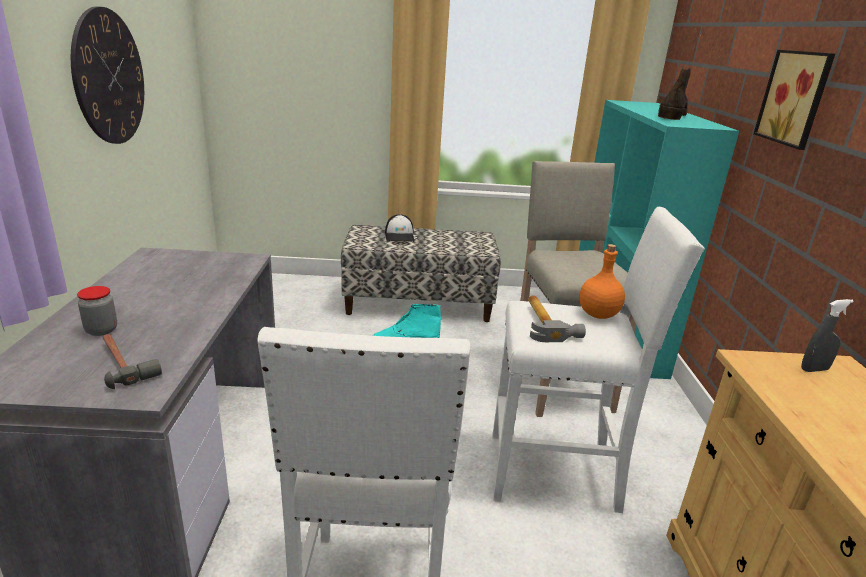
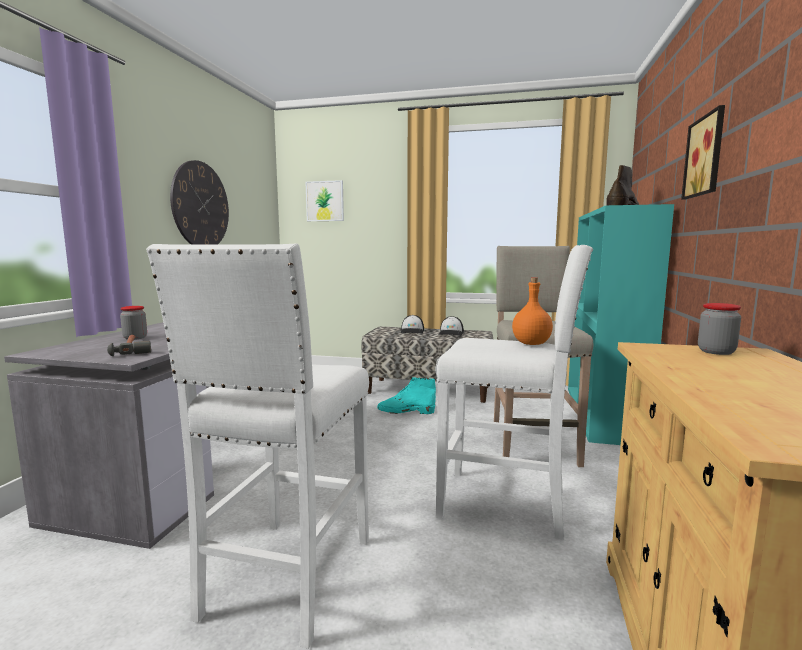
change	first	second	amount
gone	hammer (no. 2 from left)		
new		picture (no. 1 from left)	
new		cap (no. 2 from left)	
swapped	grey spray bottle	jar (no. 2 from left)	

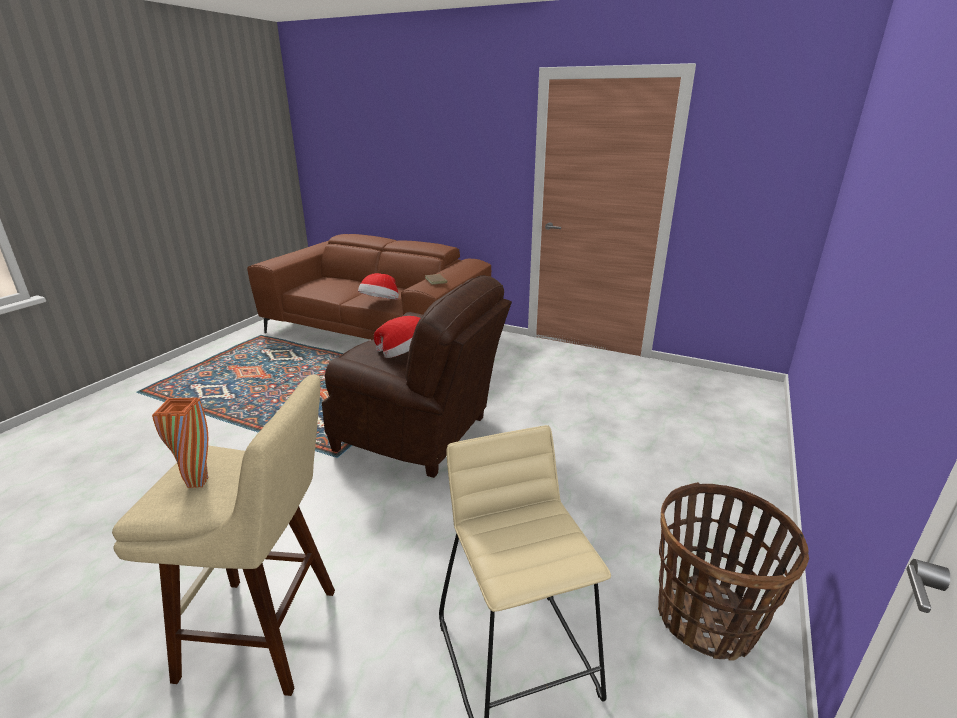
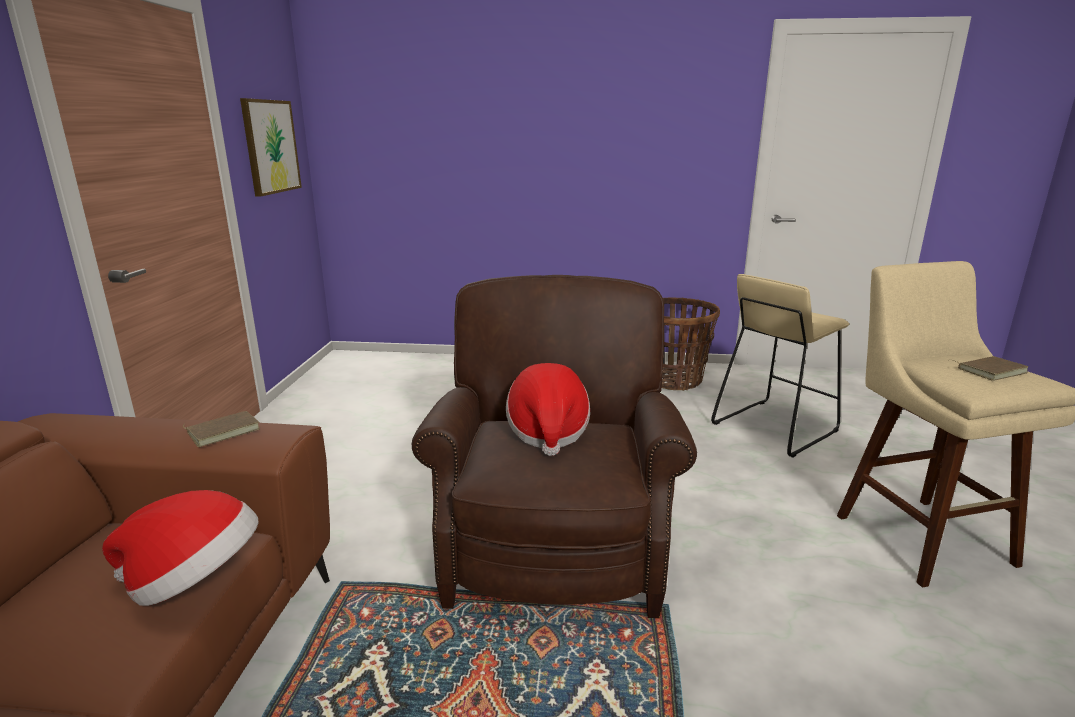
change	first	second	amount
new		picture	
swapped	orange vase	brown book (no. 2 from left)	

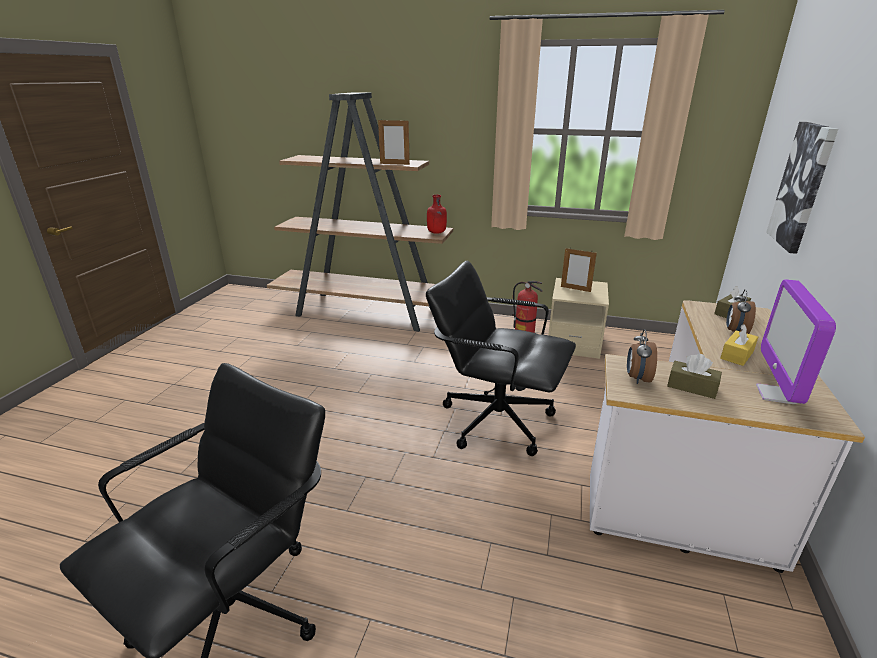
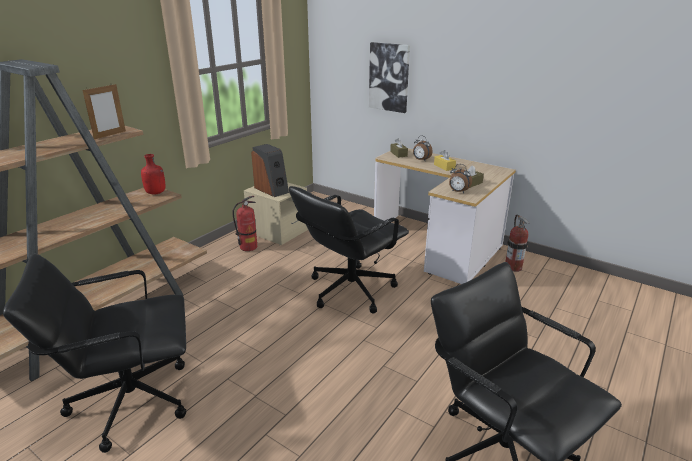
change	first	second	amount
gone	monitor		
new		black office chair (no. 1 from left)	
new		fire extinguisher (no. 2 from left)	
swapped	picture frame (no. 2 from left)	speaker	

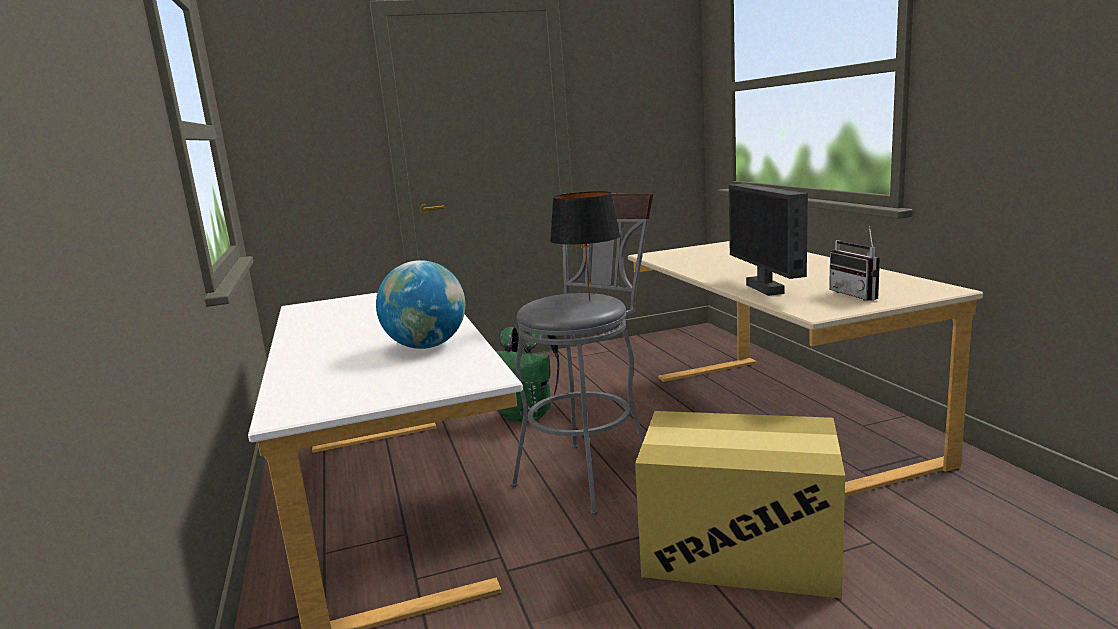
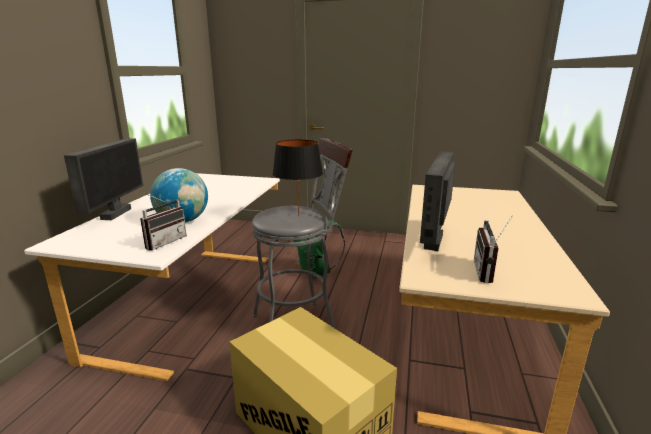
change	first	second	amount
new		monitor (no. 1 from left)	
new		radio (no. 1 from left)	

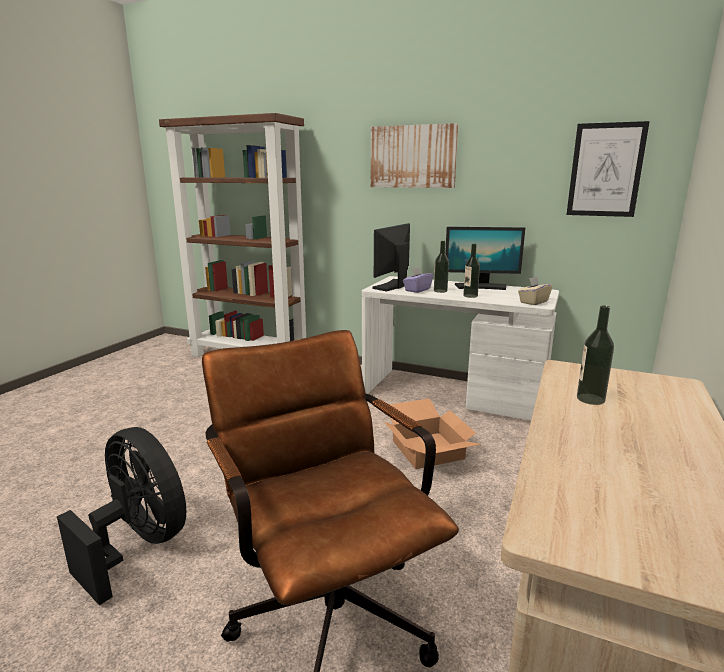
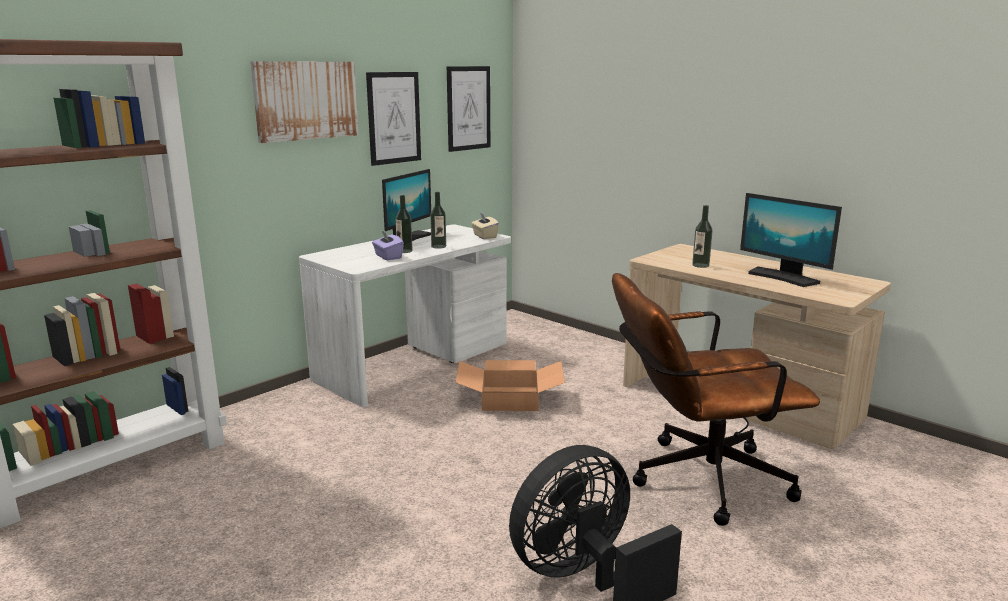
change	first	second	amount
new		picture (no. 2 from left)	
shifted	monitor (no. 1 from left in the first image)	monitor (no. 2 from left)	

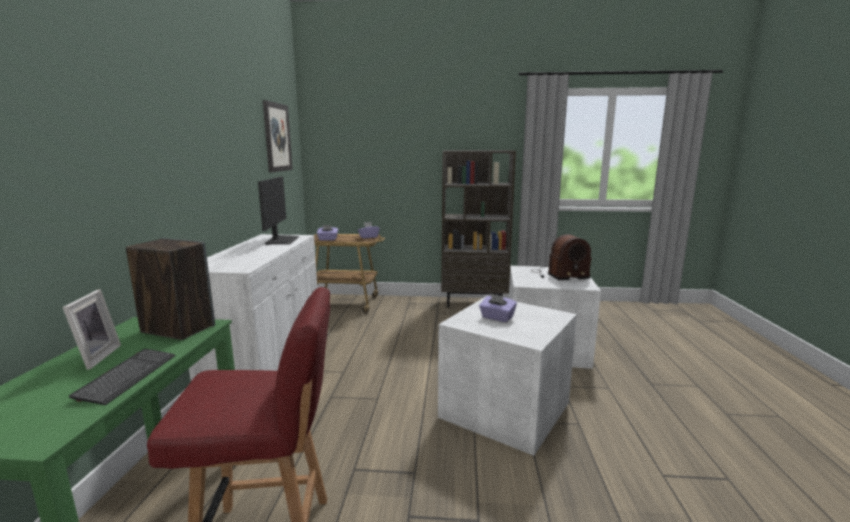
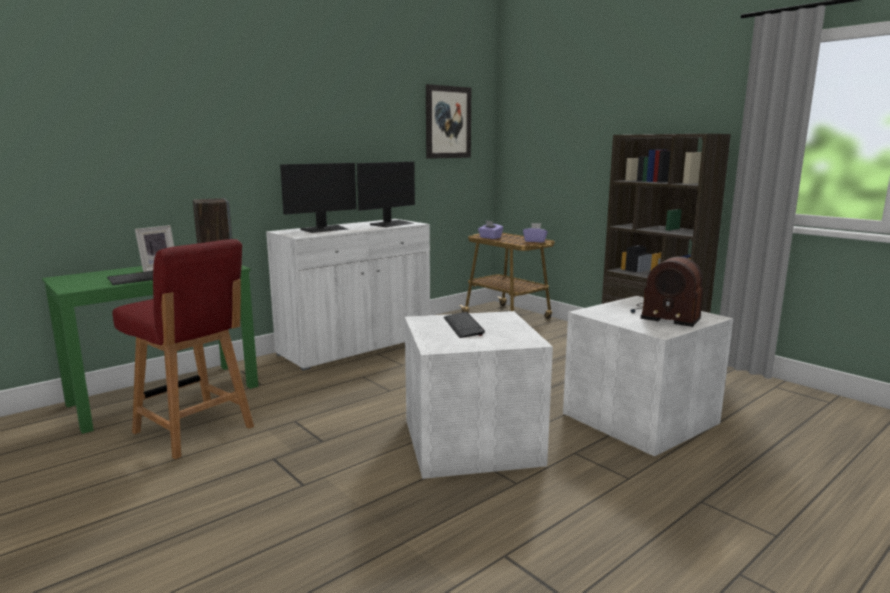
change	first	second	amount
new		monitor (no. 1 from left)	
swapped	purple tissue box (no. 3 from left)	keyboard (no. 2 from left)	

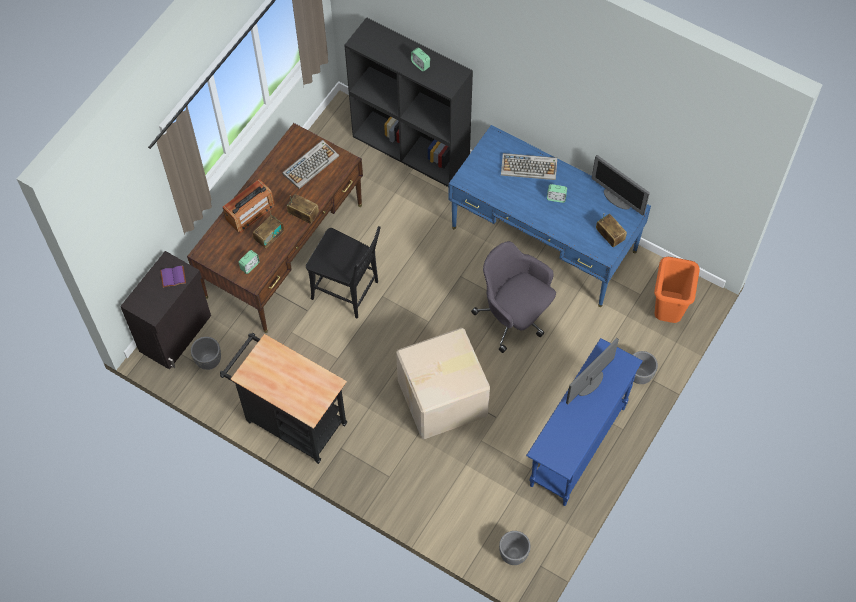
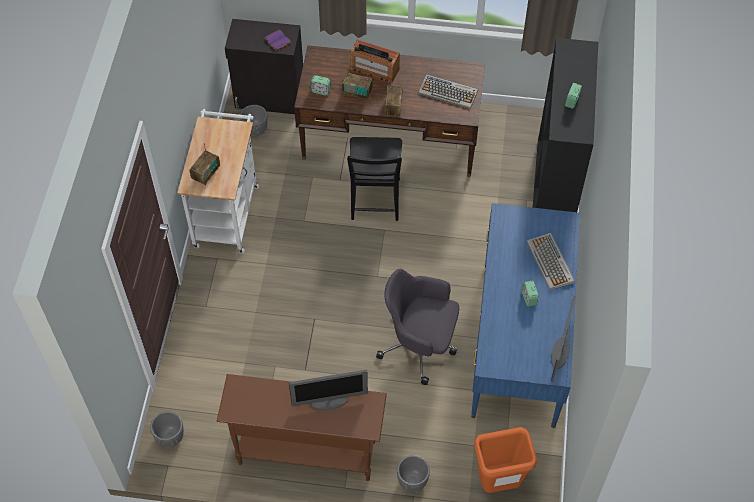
change	first	second	amount
gone	cardboard box		
shifted	radio (no. 4 from left in the first image)	radio (no. 1 from left)	
repainted	black cart	white cart	
repainted	blue console table	brown console table	
rotated	grey office chair		90 degrees counterclockwise
rotated	monitor (no. 1 from left)		150 degrees clockwise

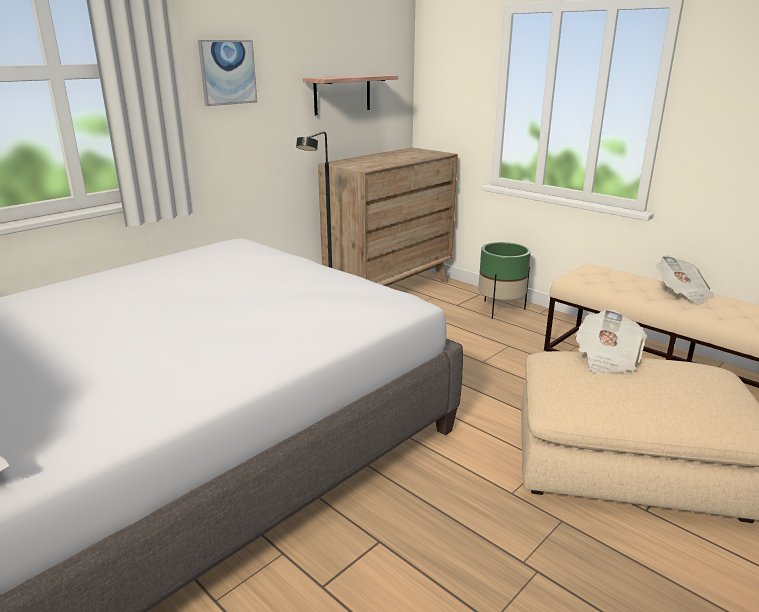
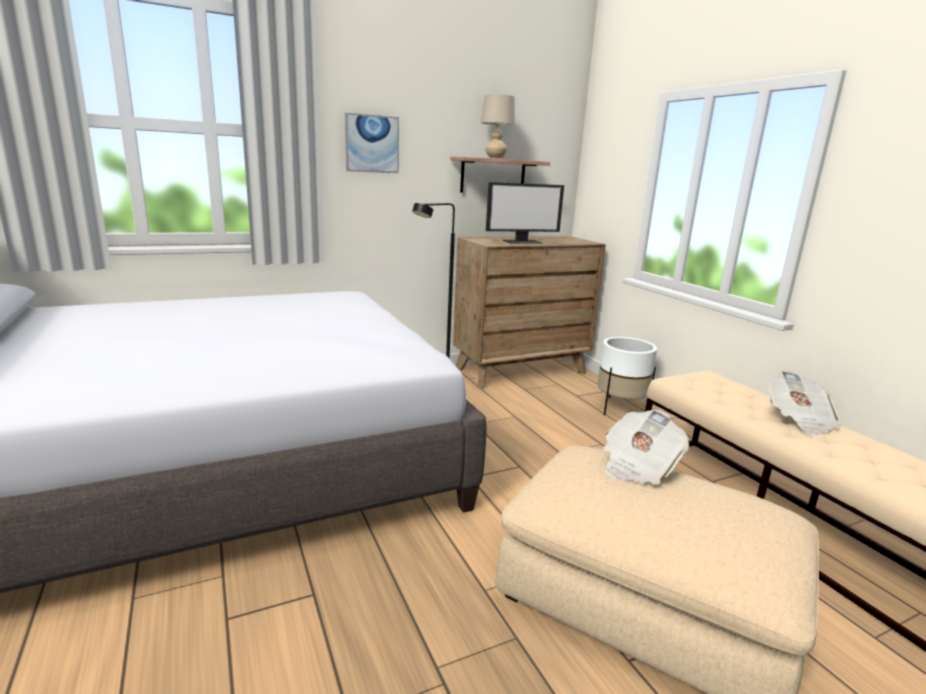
change	first	second	amount
new		beige table lamp	
new		monitor	
repainted	green planter	white planter	

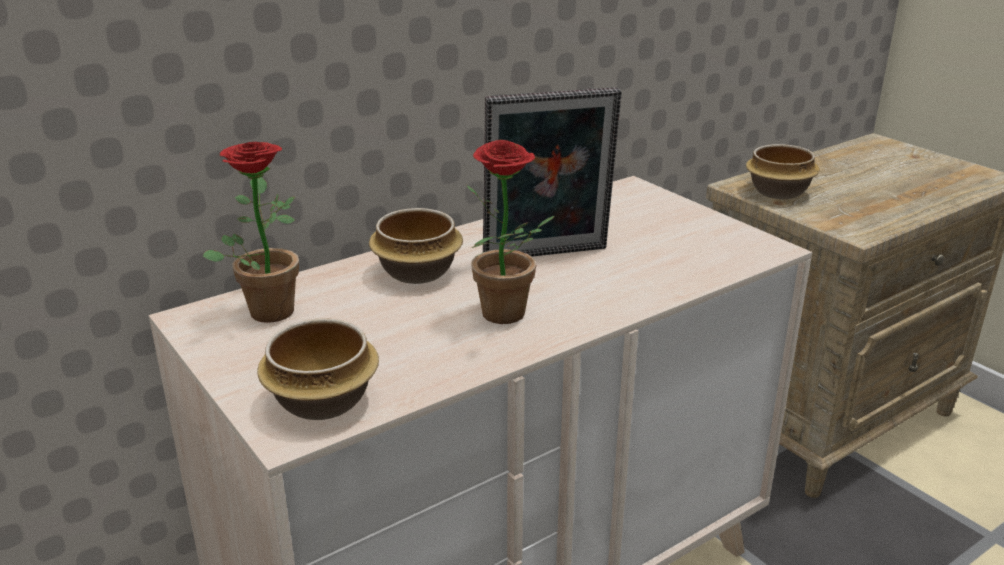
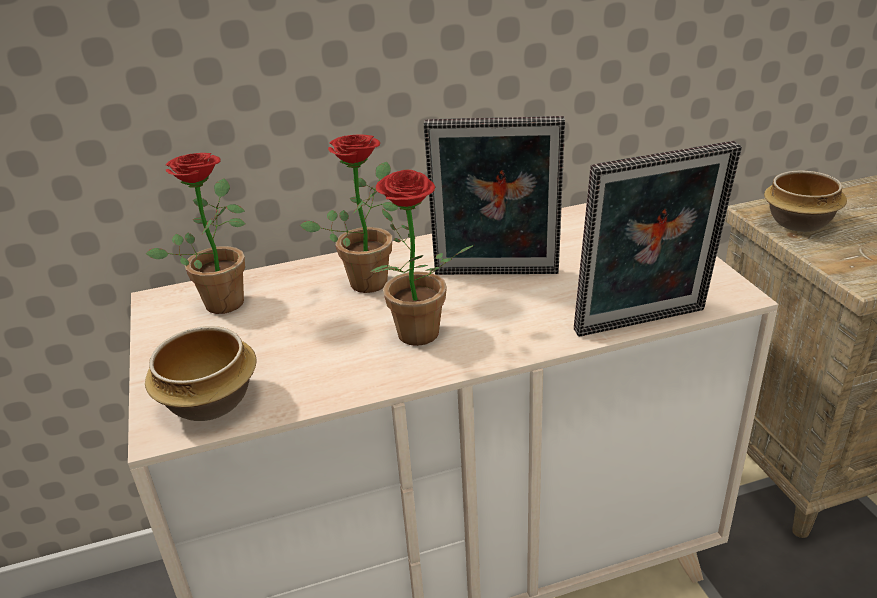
change	first	second	amount
new		picture frame (no. 2 from left)	
swapped	bowl (no. 2 from left)	potted plant (no. 2 from left)	

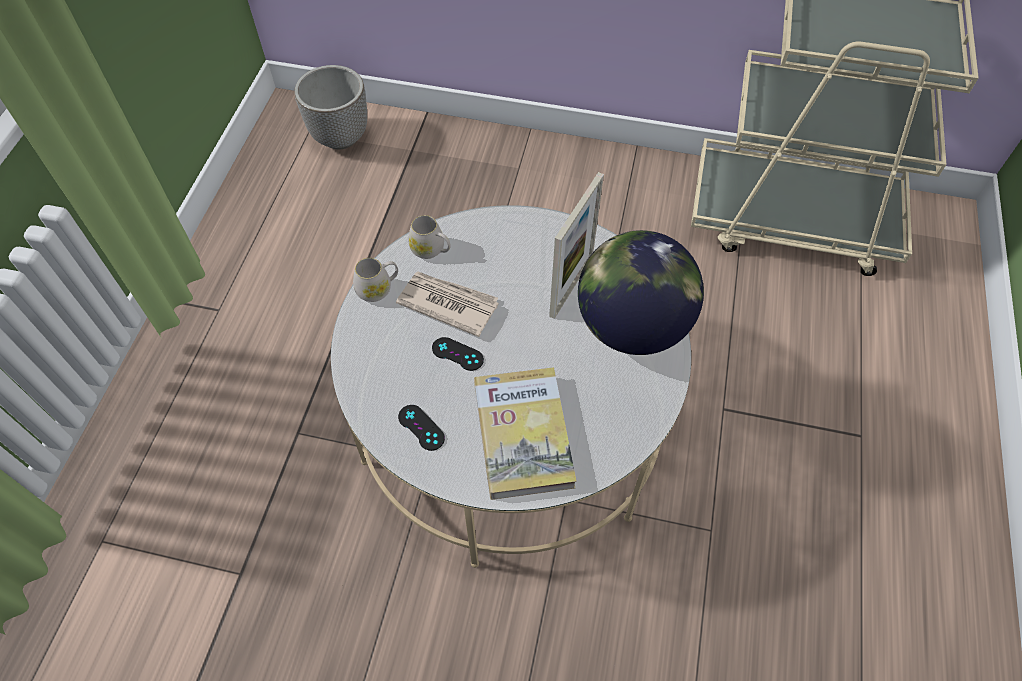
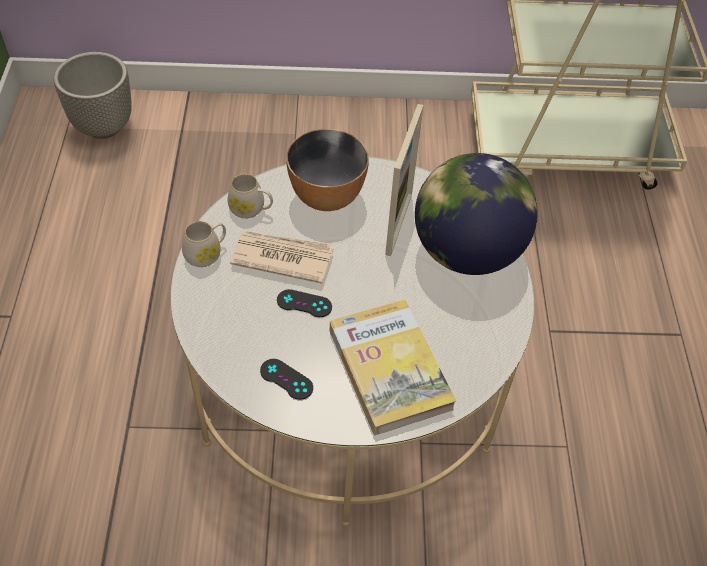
change	first	second	amount
new		bowl	

